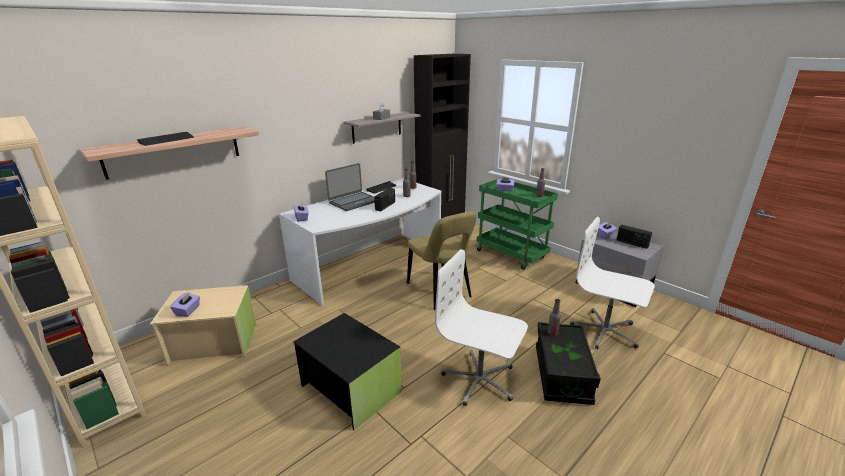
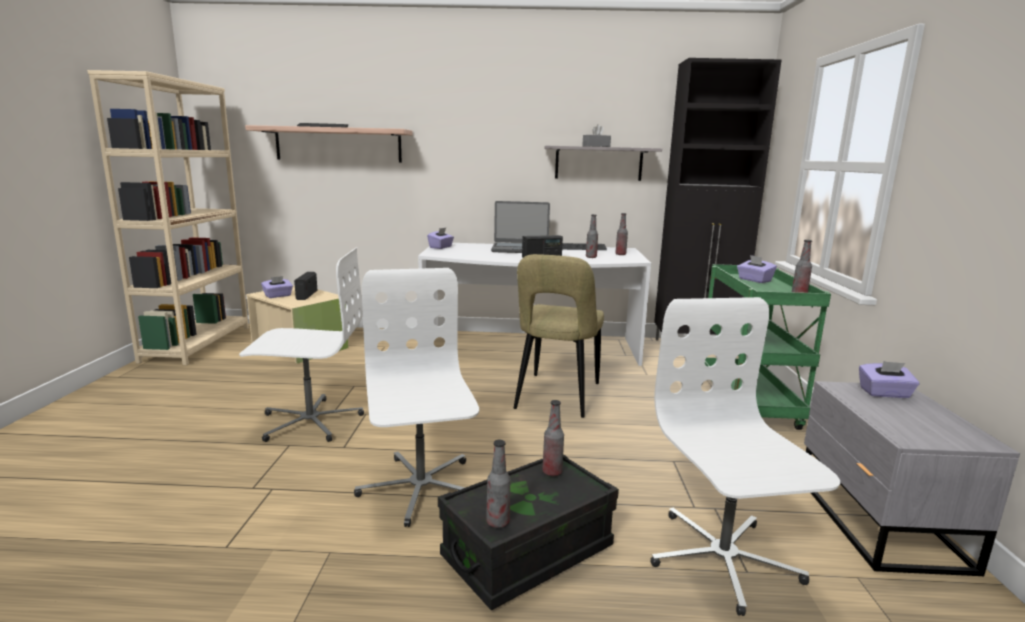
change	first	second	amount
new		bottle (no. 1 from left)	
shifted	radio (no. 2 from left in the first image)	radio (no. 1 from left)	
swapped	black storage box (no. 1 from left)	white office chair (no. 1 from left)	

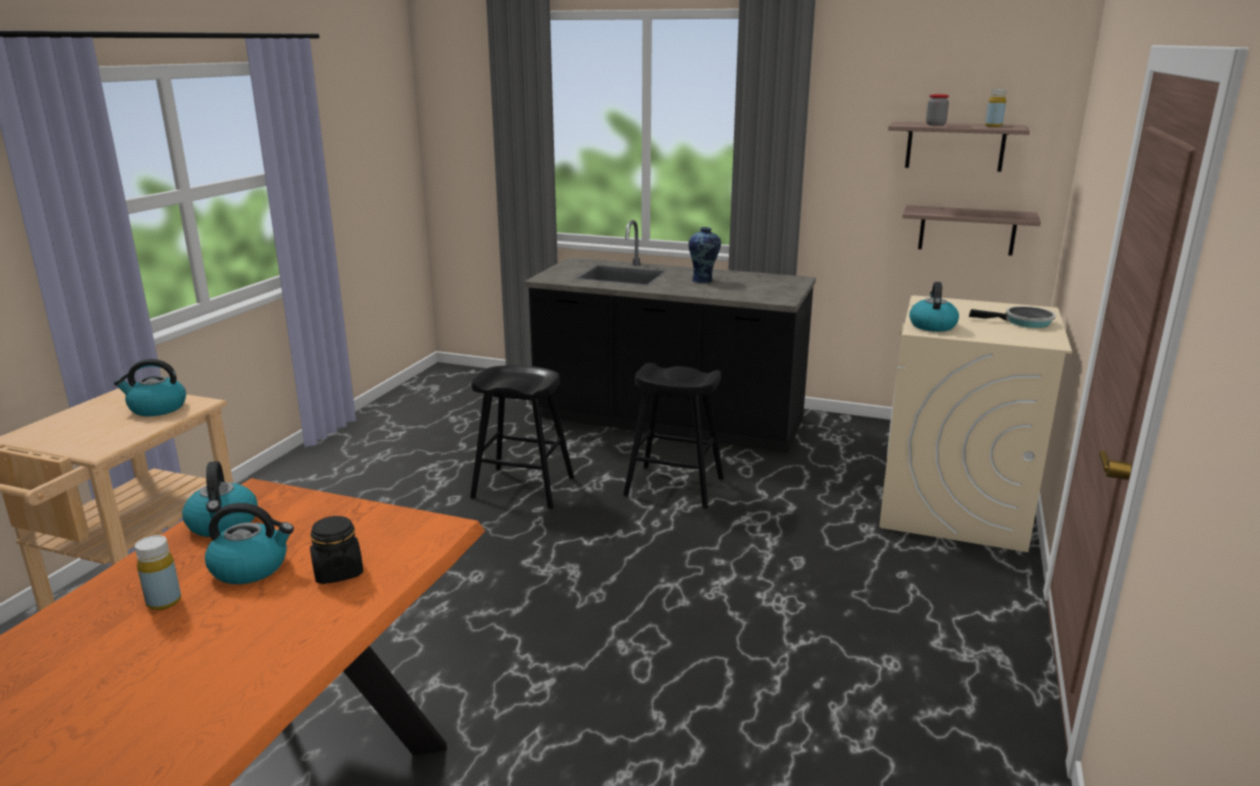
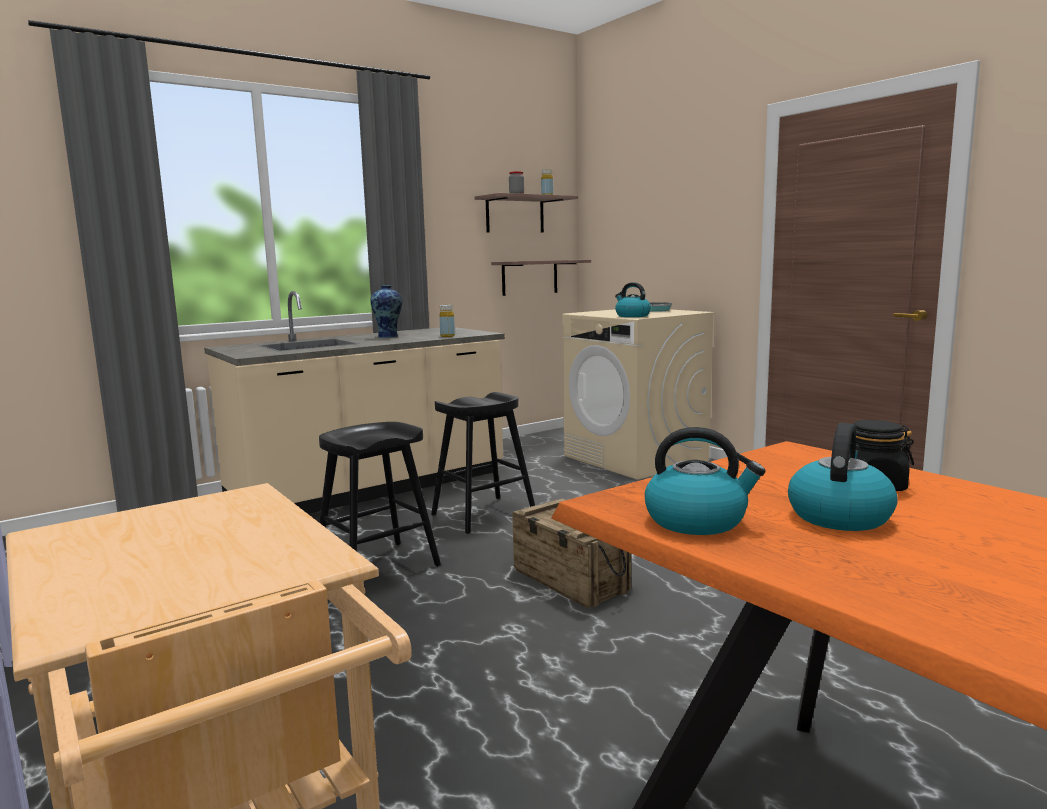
change	first	second	amount
gone	kettle (no. 1 from left)		
new		crate	
shifted	yellow bottle (no. 1 from left)		
repainted	black counter	beige counter	

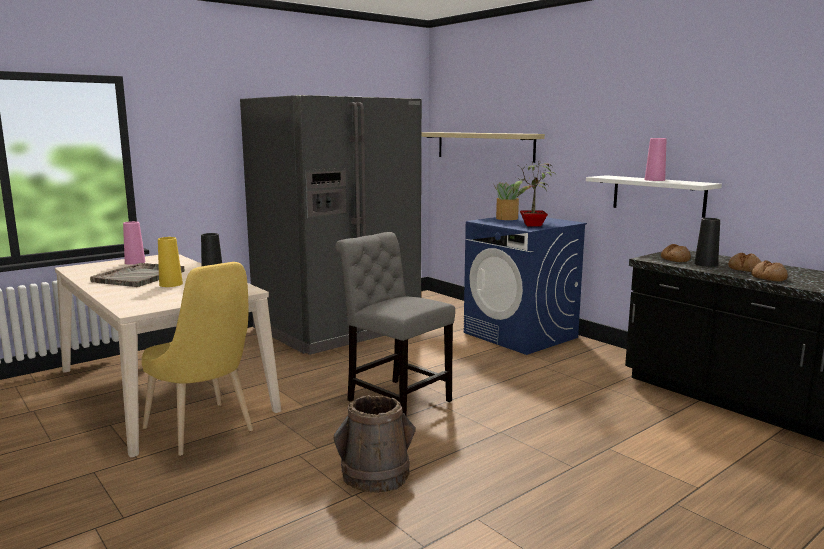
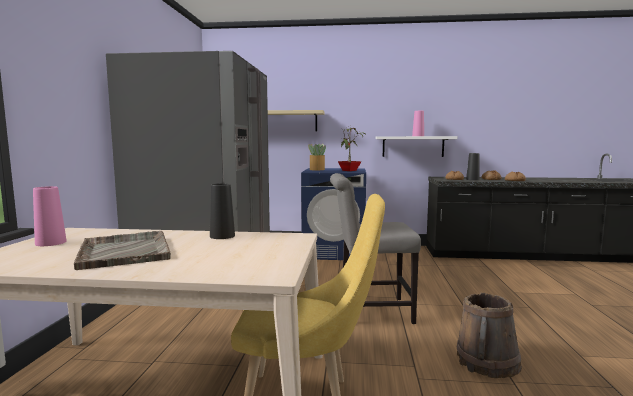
change	first	second	amount
gone	yellow vase		

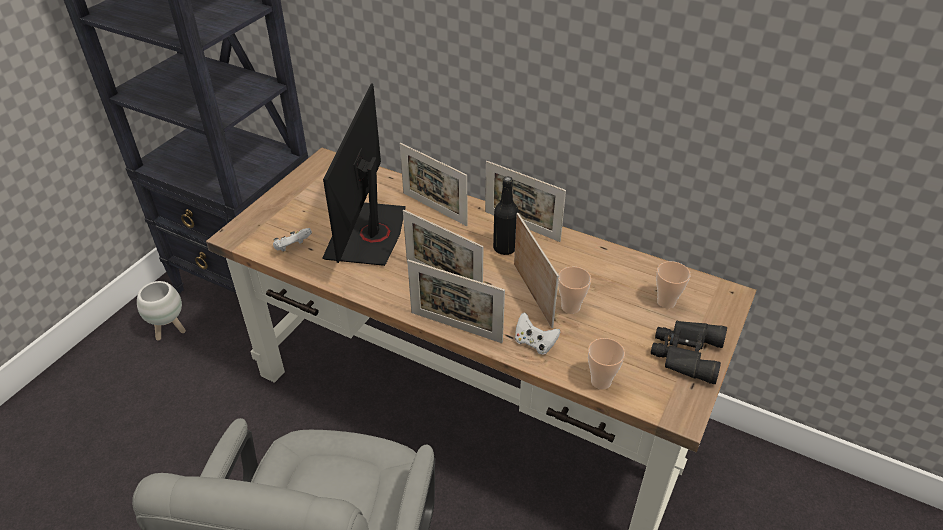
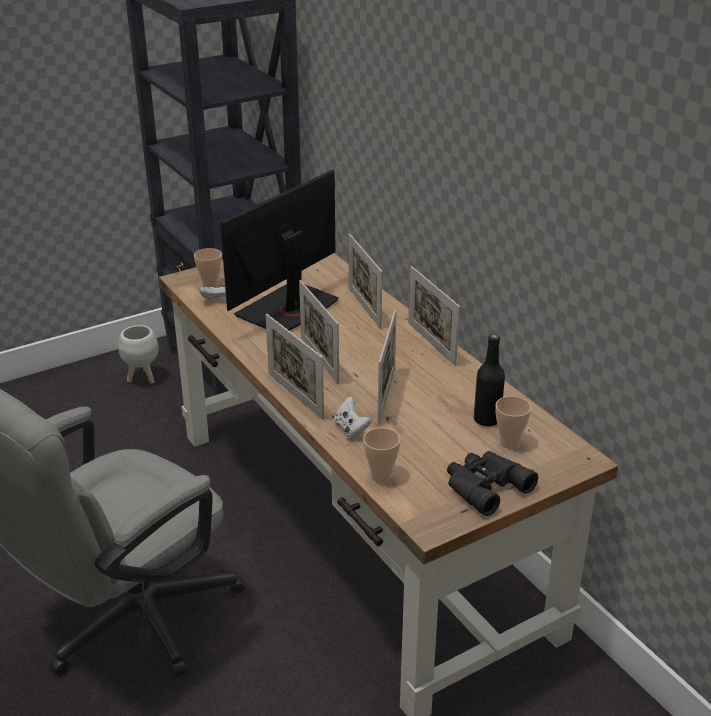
change	first	second	amount
shifted	black bottle		
shifted	cup (no. 1 from left)		

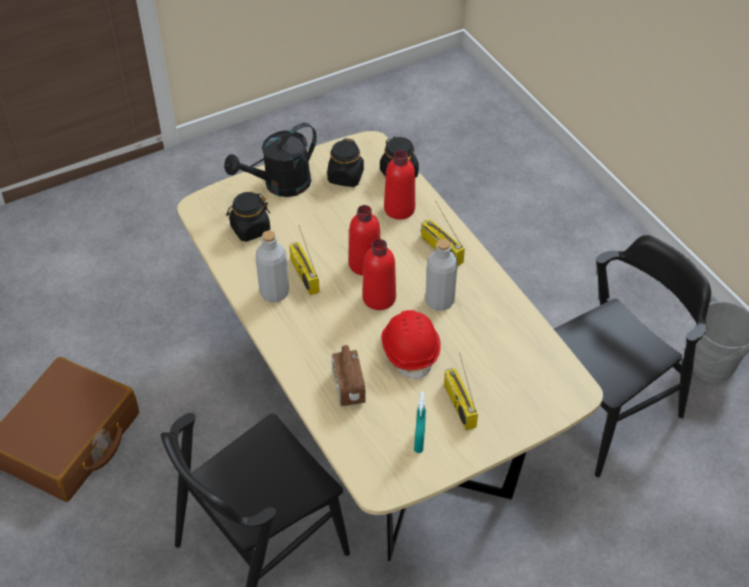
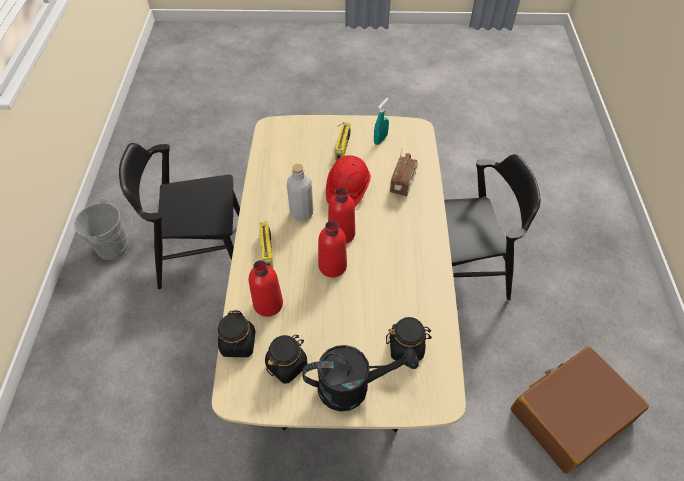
change	first	second	amount
gone	grey bottle (no. 1 from left)		
gone	radio (no. 1 from left)		

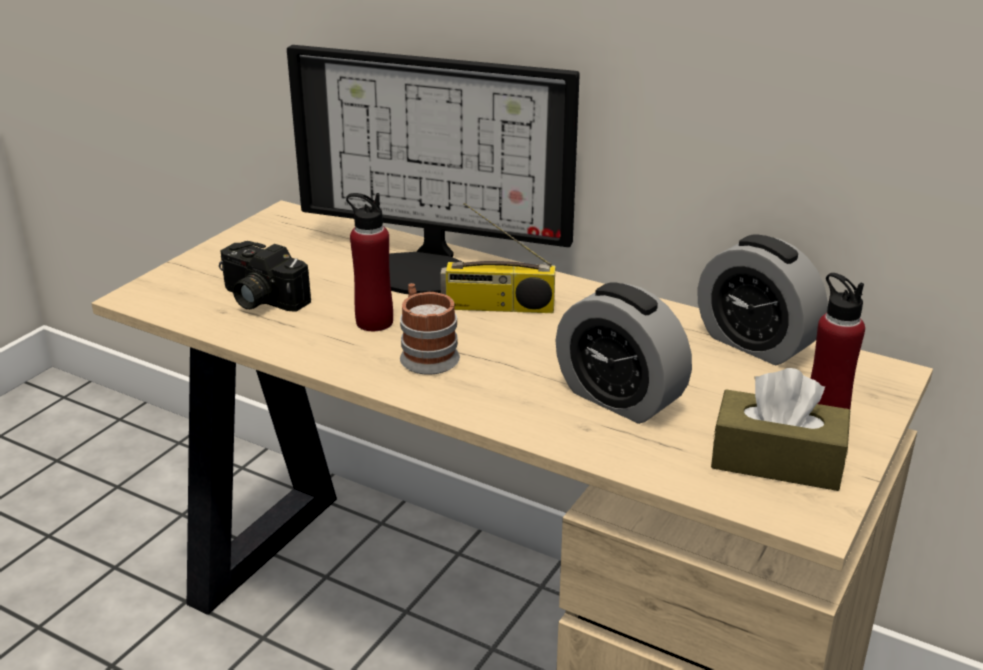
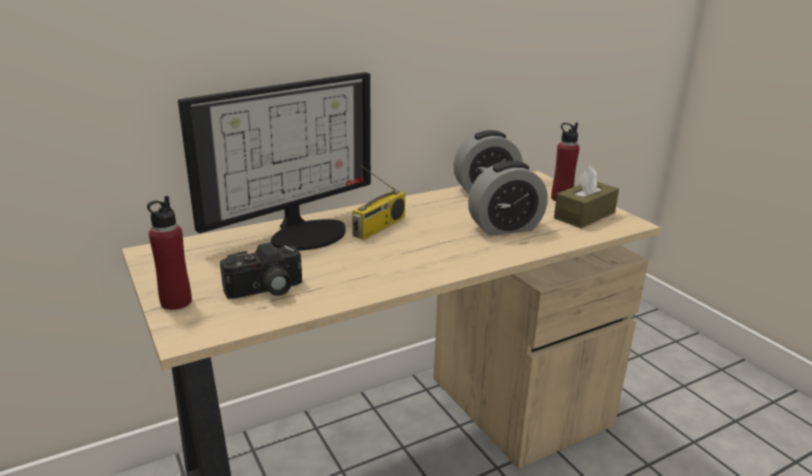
change	first	second	amount
gone	mug		
shifted	red bottle (no. 1 from left)		

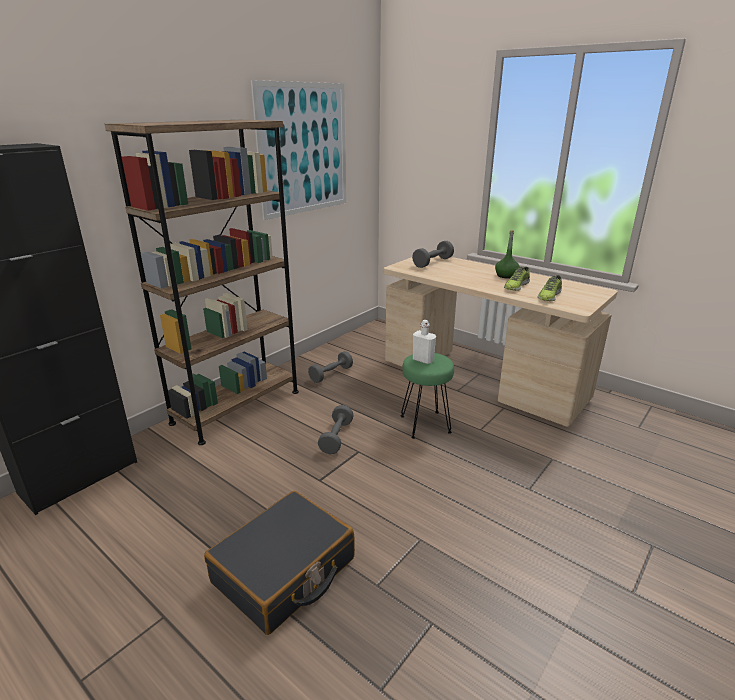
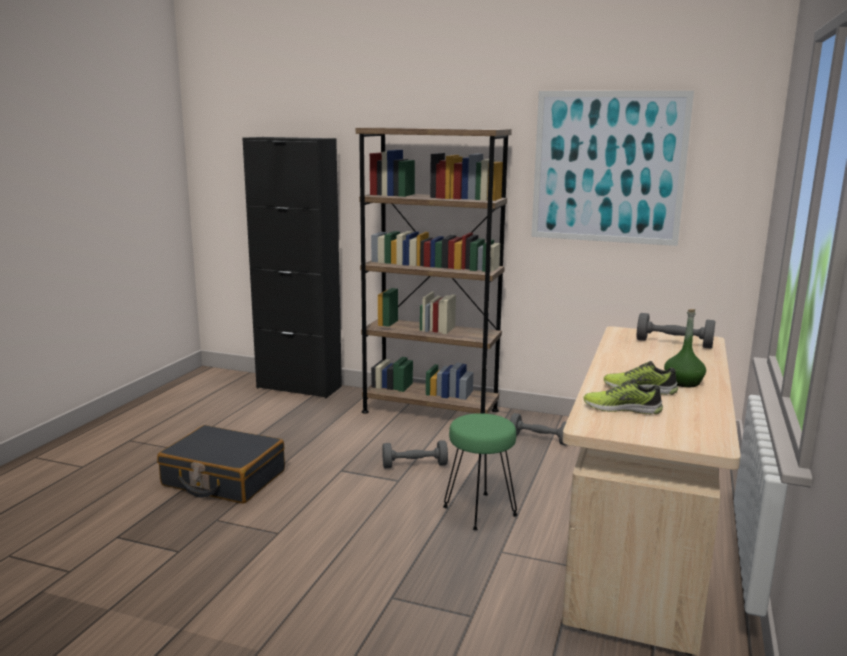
change	first	second	amount
gone	white bottle		

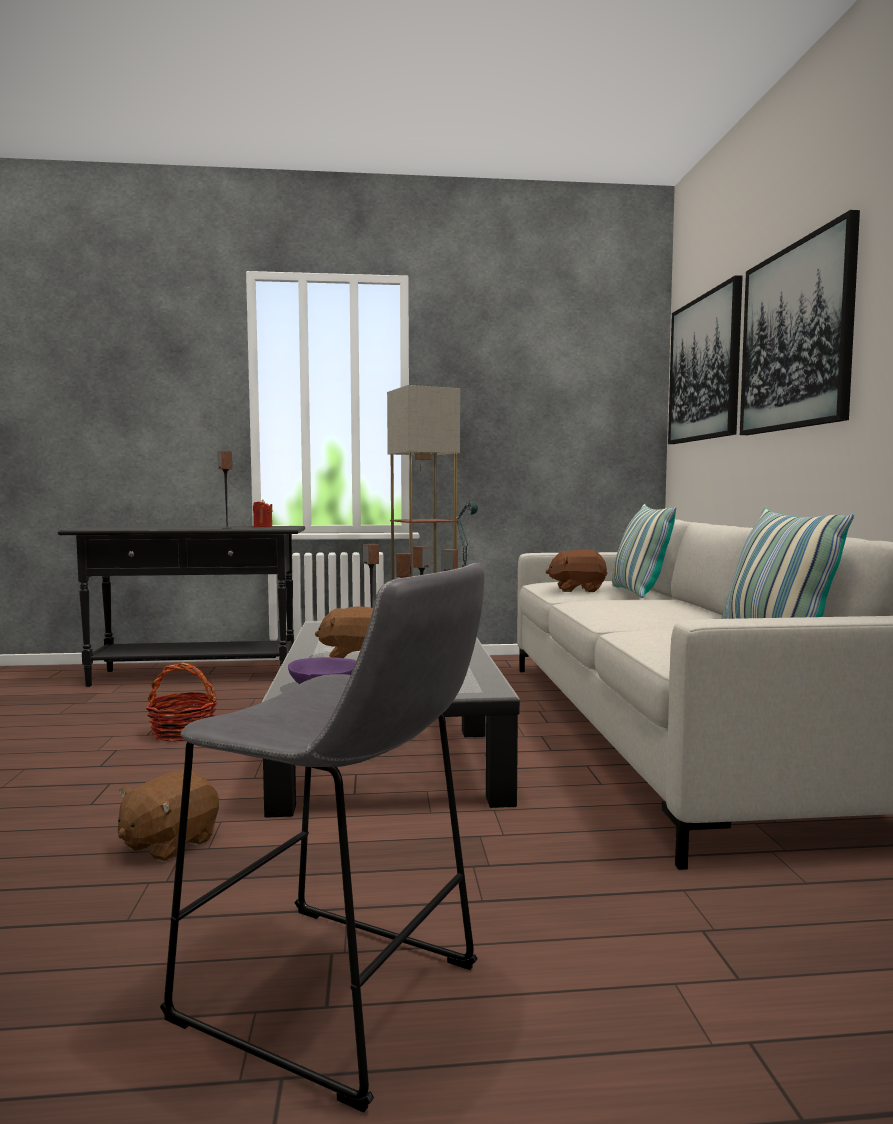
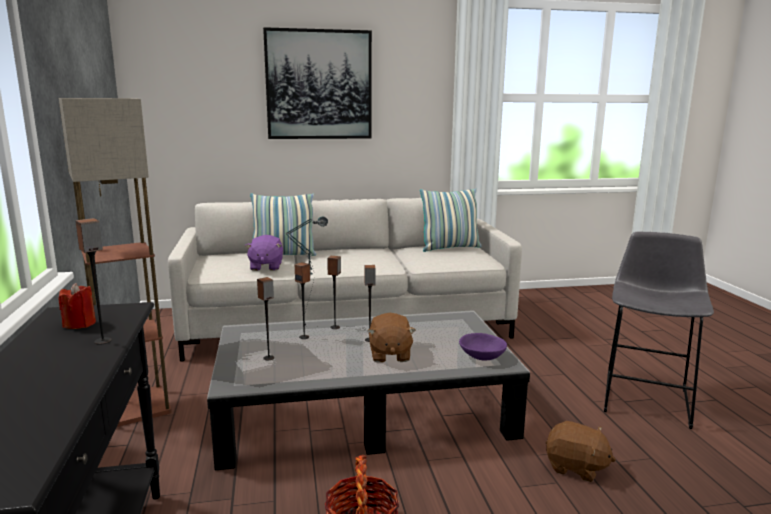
change	first	second	amount
gone	picture (no. 1 from left)		
repainted	brown plush toy (no. 3 from left)	purple plush toy	

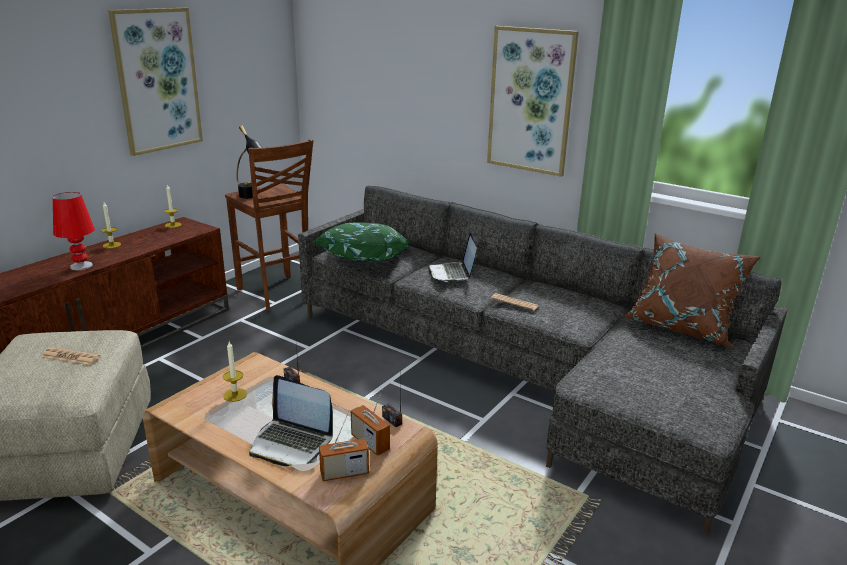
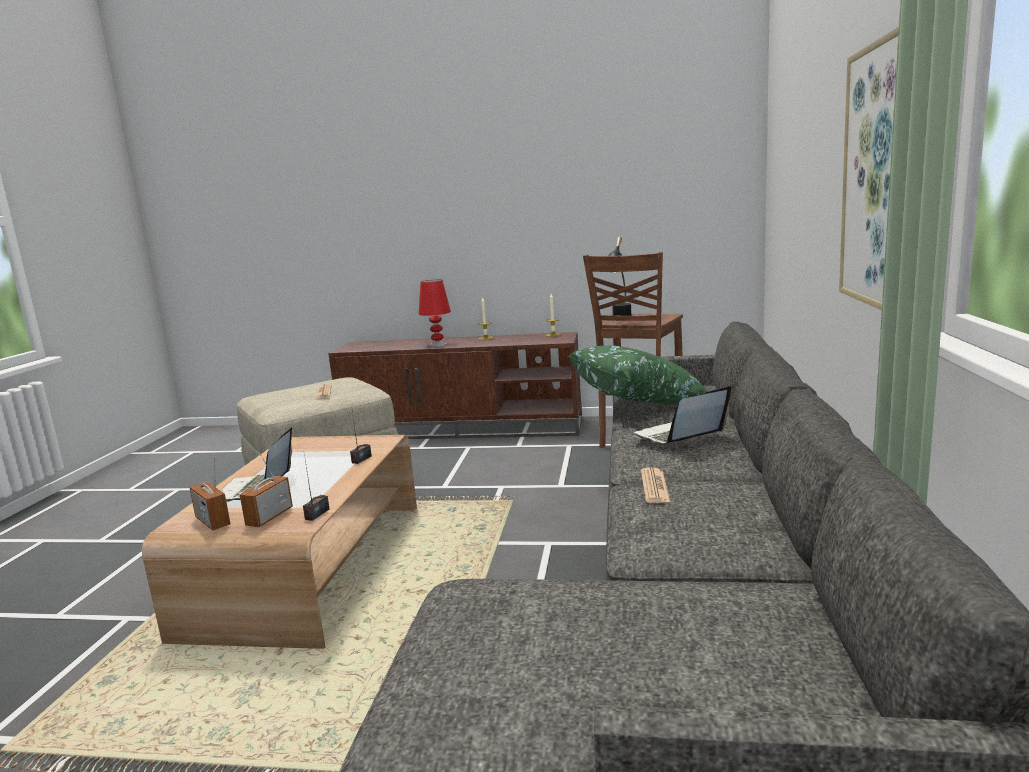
change	first	second	amount
gone	picture (no. 1 from left)		
gone	candle (no. 3 from left)		
gone	brown pillow		

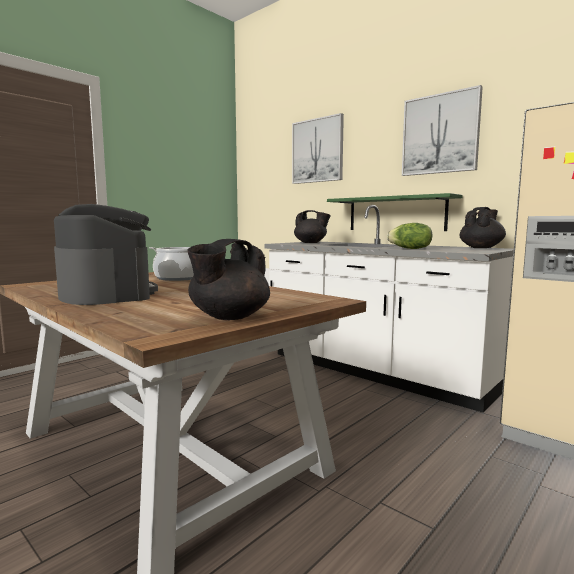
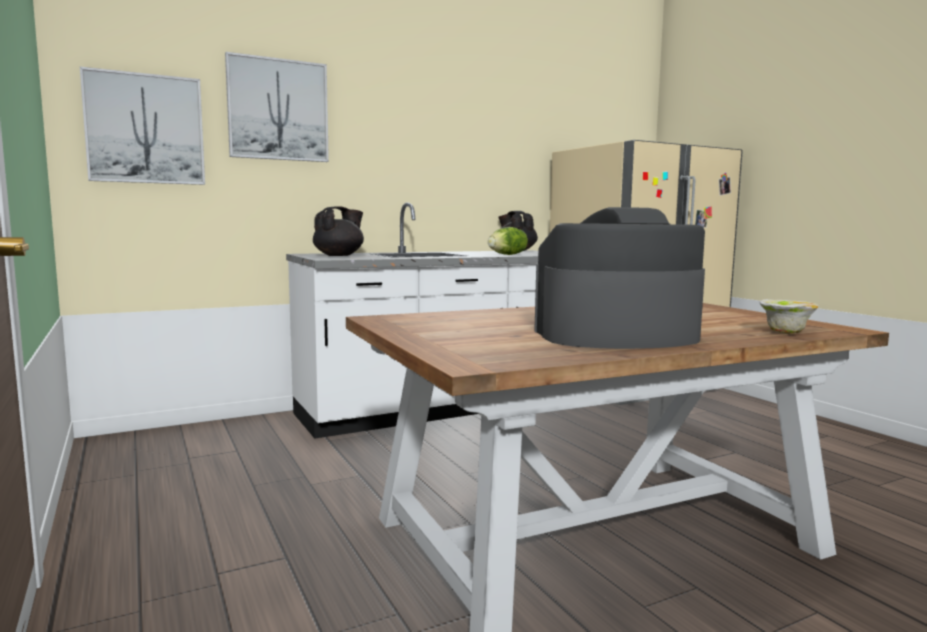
change	first	second	amount
gone	cooking pot		
gone	black teapot (no. 1 from left)		
gone	green shelf		
new		bowl	
shifted	picture (no. 2 from left in the first image)	picture (no. 1 from left)	

